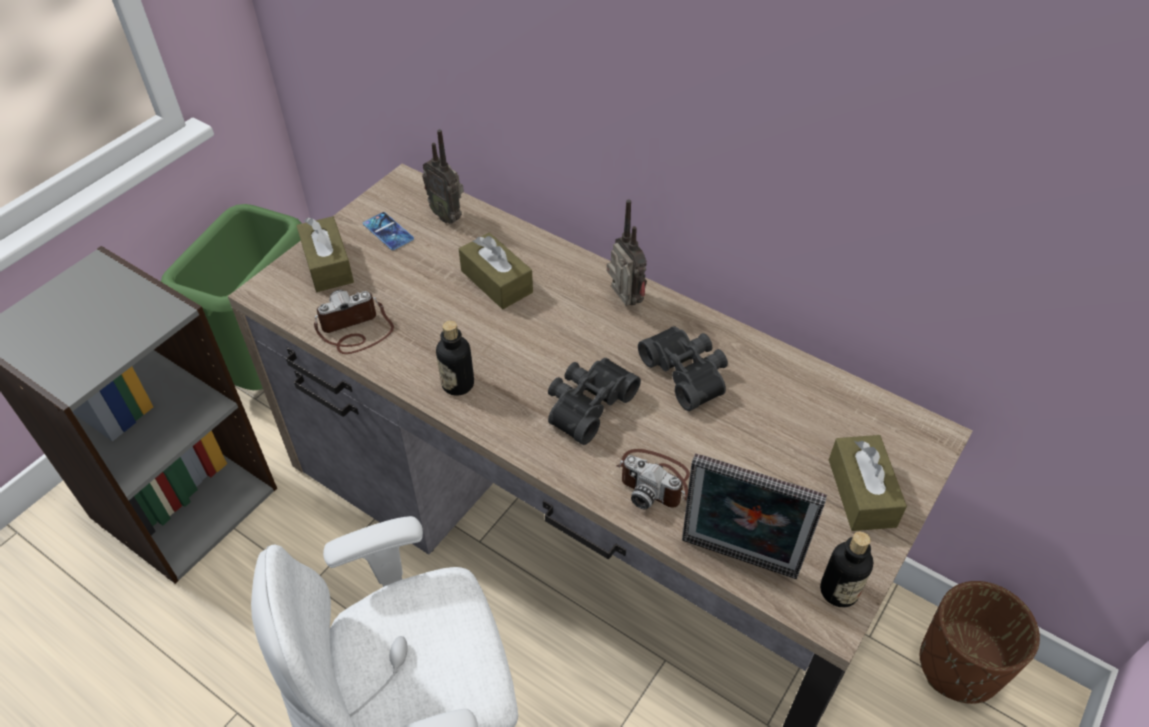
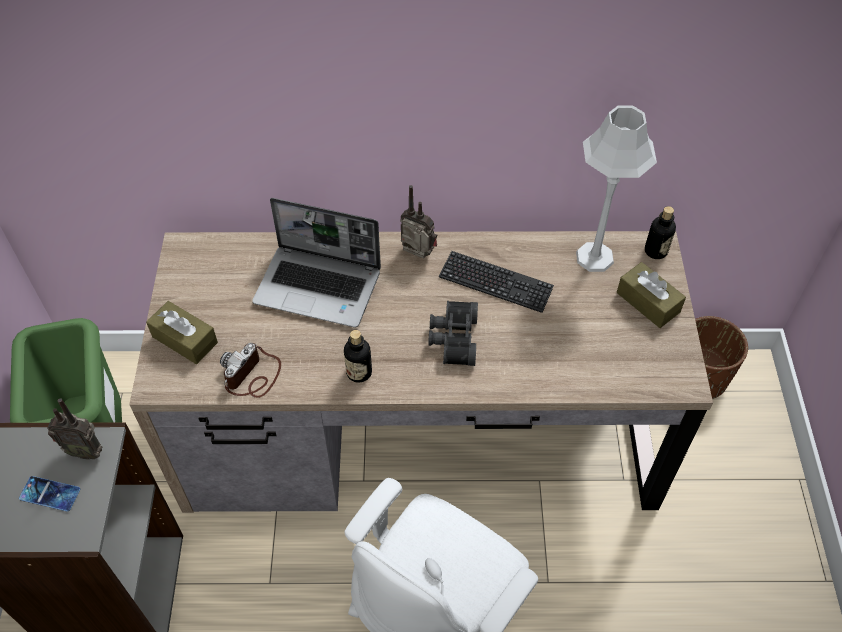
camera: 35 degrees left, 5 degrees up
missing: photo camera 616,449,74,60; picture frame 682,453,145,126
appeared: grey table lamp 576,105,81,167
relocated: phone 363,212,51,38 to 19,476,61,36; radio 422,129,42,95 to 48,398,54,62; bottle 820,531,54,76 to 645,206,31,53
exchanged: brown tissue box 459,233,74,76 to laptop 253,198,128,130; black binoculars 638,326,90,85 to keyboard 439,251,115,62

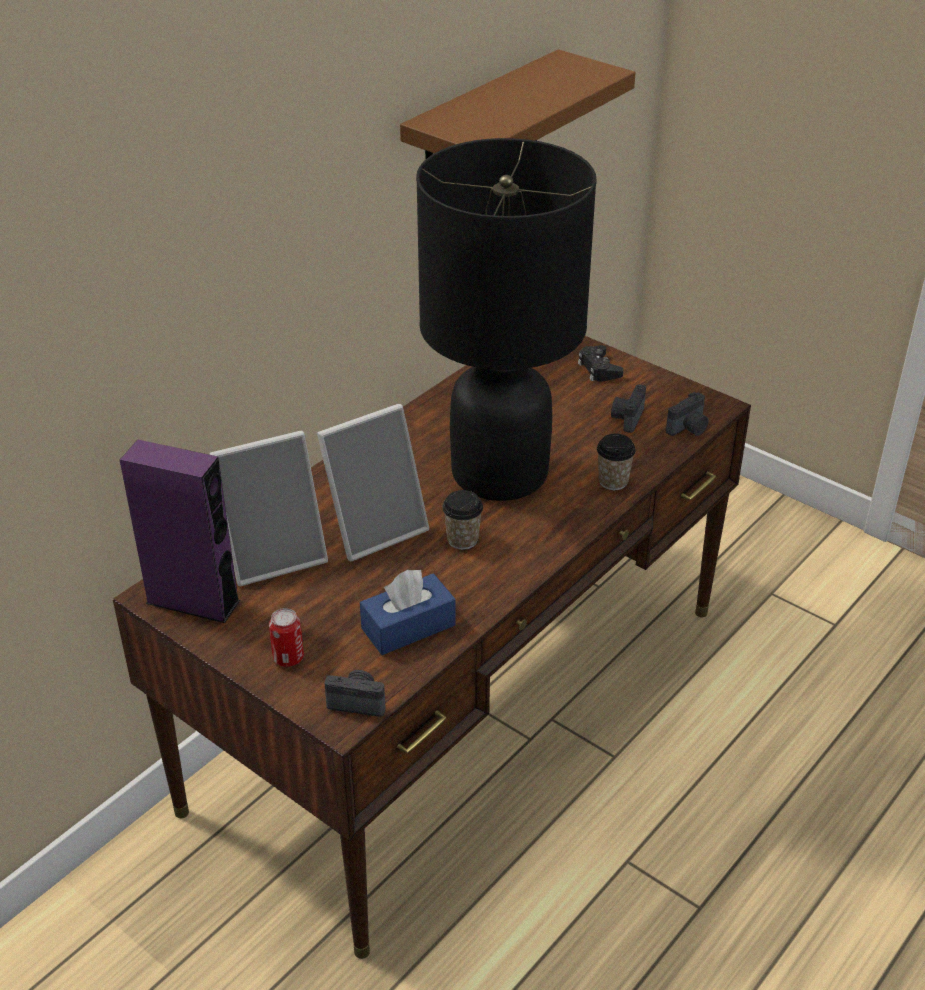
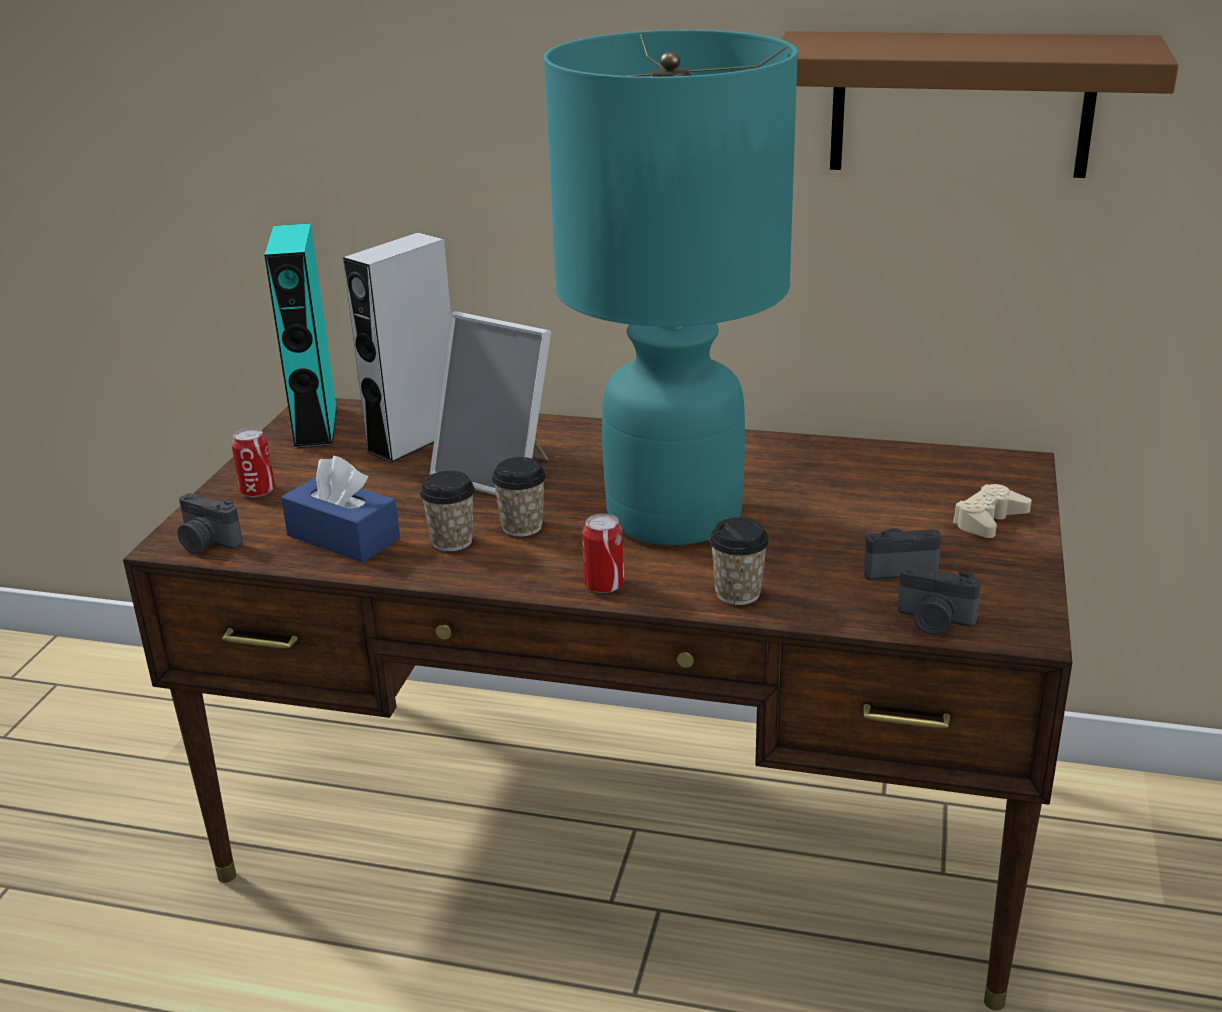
camera: 65 degrees right, 10 degrees down
appeared: cup 420,471,55,81; can 582,514,42,79
exchanged: picture frame 209,431,119,155 to grey speaker 343,232,108,231
colour: purple speaker 120,440,120,183 to turquoise speaker 264,223,73,226; black table lamp 416,138,181,363 to turquoise table lamp 543,30,255,515; black game controller 578,345,46,37 to beige game controller 953,484,79,54
spun: photo camera 324,670,62,47 = 178,493,65,61 135 degrees clockwise

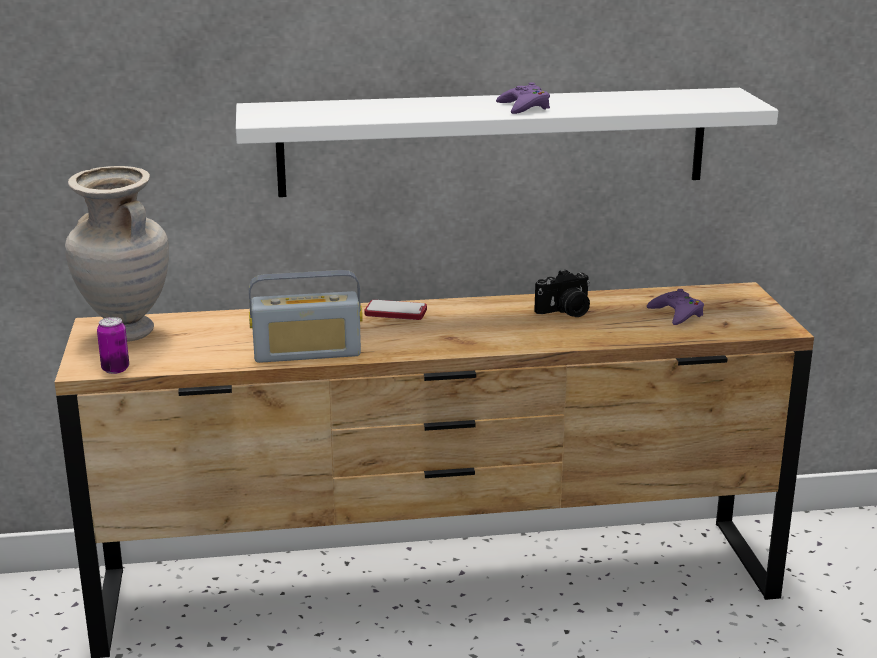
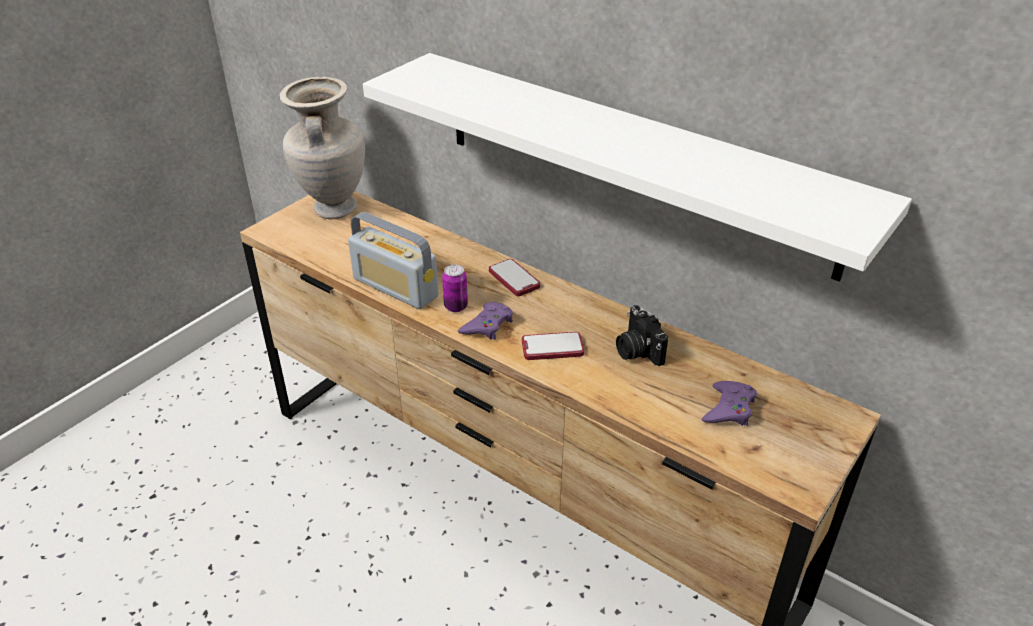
camera: 45 degrees right, 15 degrees up
appeared: phone 522,332,62,28
relocated: can 97,317,32,57 to 442,264,26,48; purple game controller 496,83,54,31 to 458,302,55,38
spun: photo camera 534,270,56,47 = 616,305,52,61 45 degrees clockwise

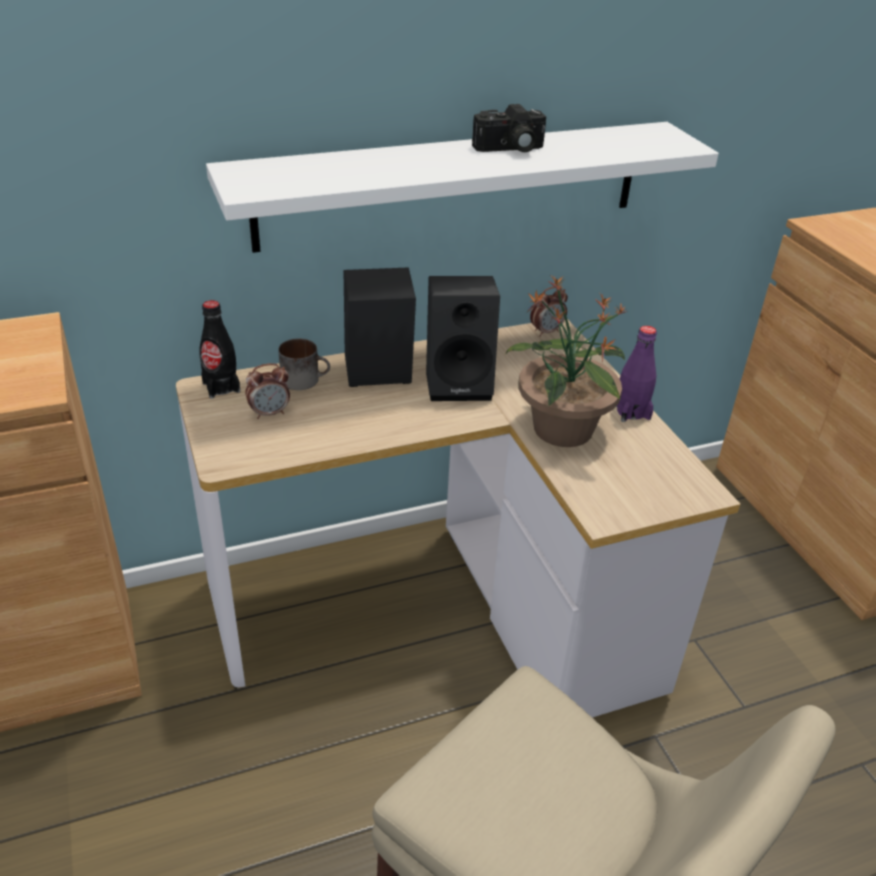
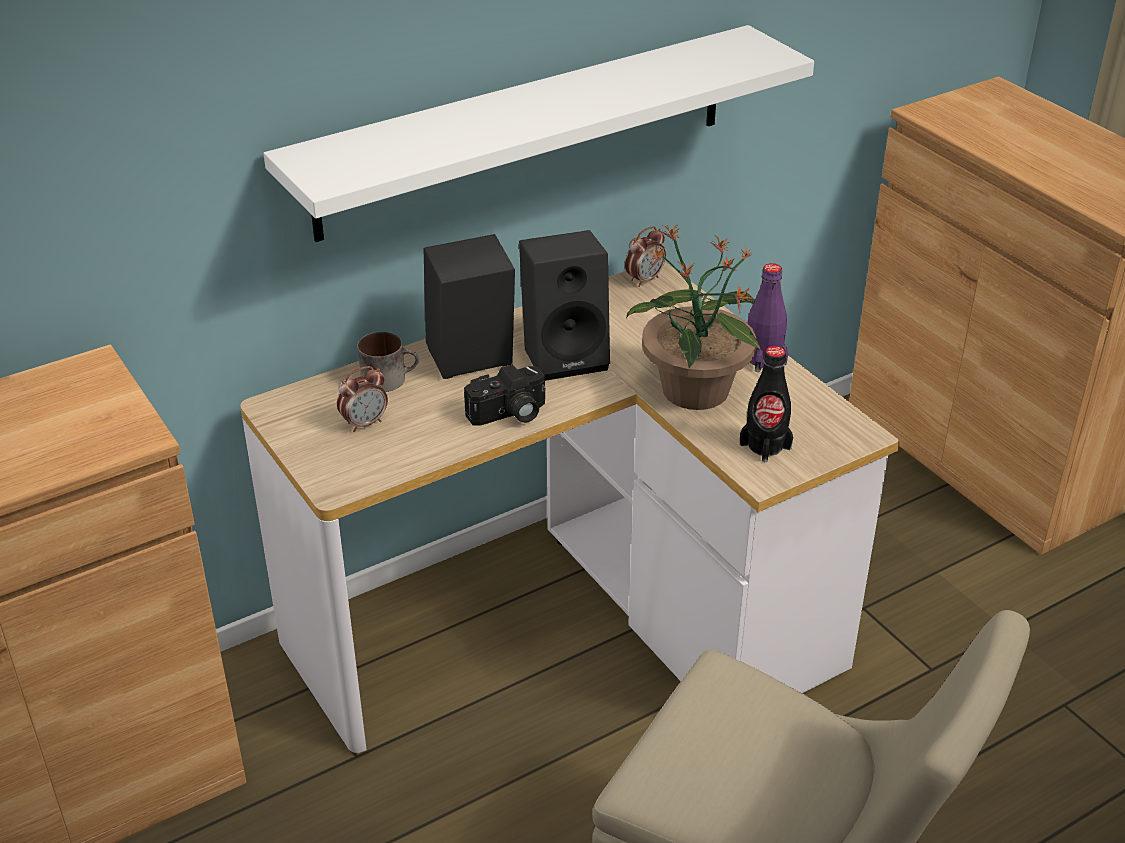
camera: 10 degrees left, 0 degrees up
relocated: black bottle 199,300,41,99 to 740,346,53,116; photo camera 472,104,74,48 to 464,364,82,62

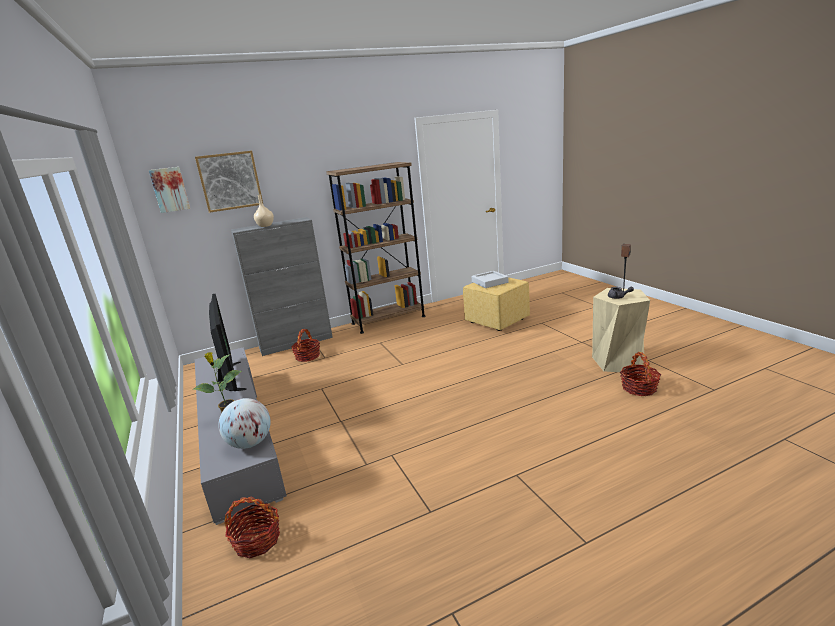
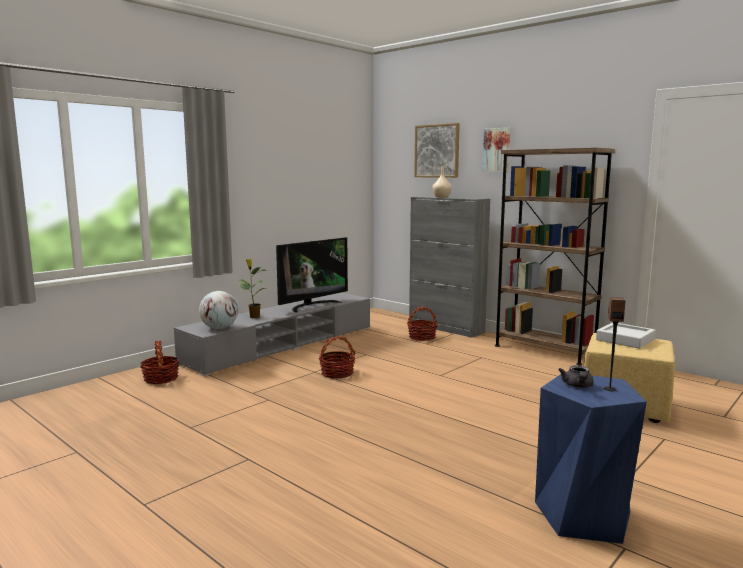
camera: 65 degrees right, 10 degrees down
relocated: picture 149,167,41,46 to 482,128,28,43; basket 620,352,41,44 to 319,336,36,43
colour: beige stool 592,288,58,85 to blue stool 535,374,112,170

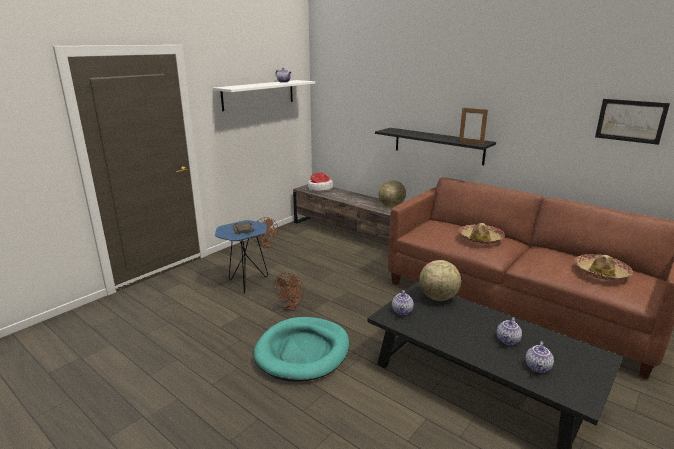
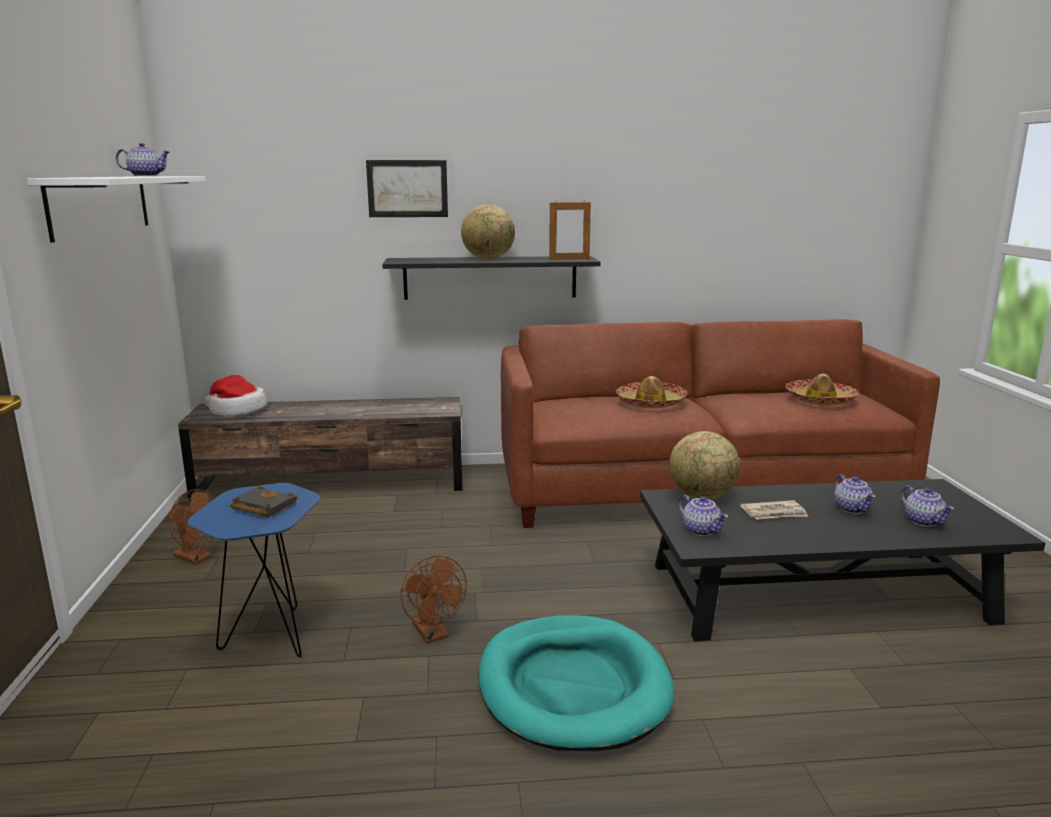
camera: 45 degrees left, 5 degrees down
appeared: newspaper 740,500,68,20
relocated: globe 379,180,27,27 to 461,204,54,56; picture 595,99,75,46 to 366,160,82,57

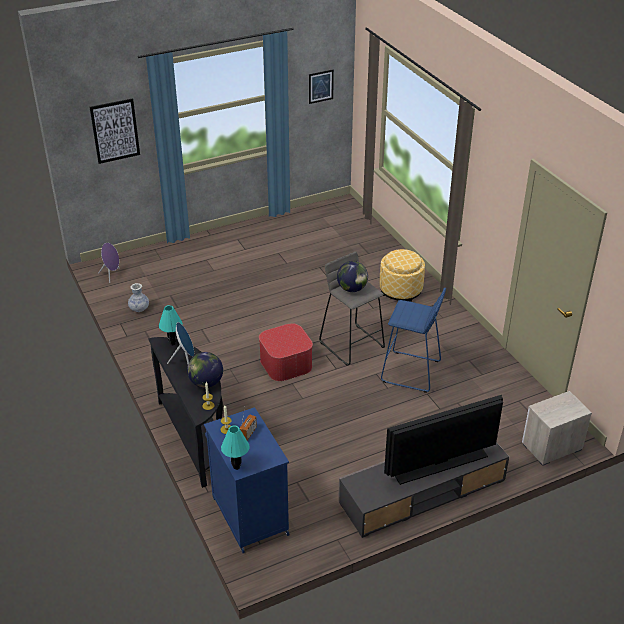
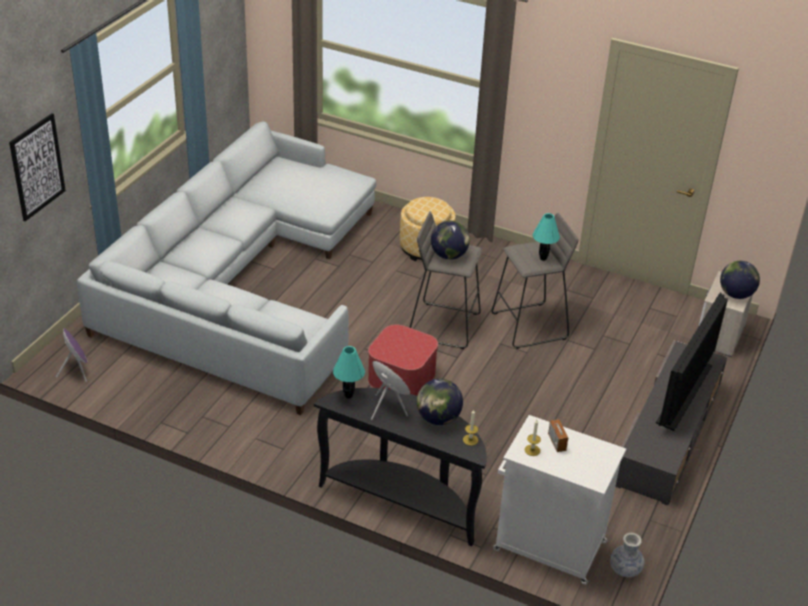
camera: 40 degrees left, 0 degrees up
missing: picture 309,69,25,35
appeared: grey sofa 77,121,299,294; globe 720,261,40,38
relocated: vase 128,283,21,29 to 610,532,34,45; turquoise table lamp 221,425,29,45 to 533,213,27,48
colour: blue cabinet 204,407,85,146 to white cabinet 493,415,133,170; blue stool 381,288,65,105 to grey stool 491,213,87,136

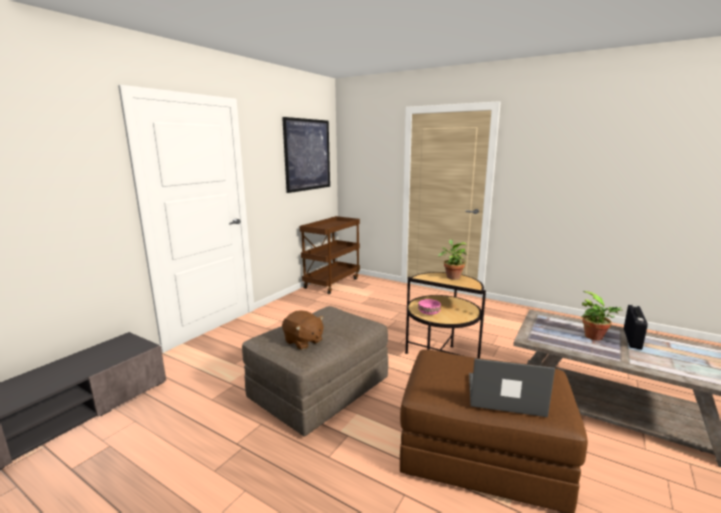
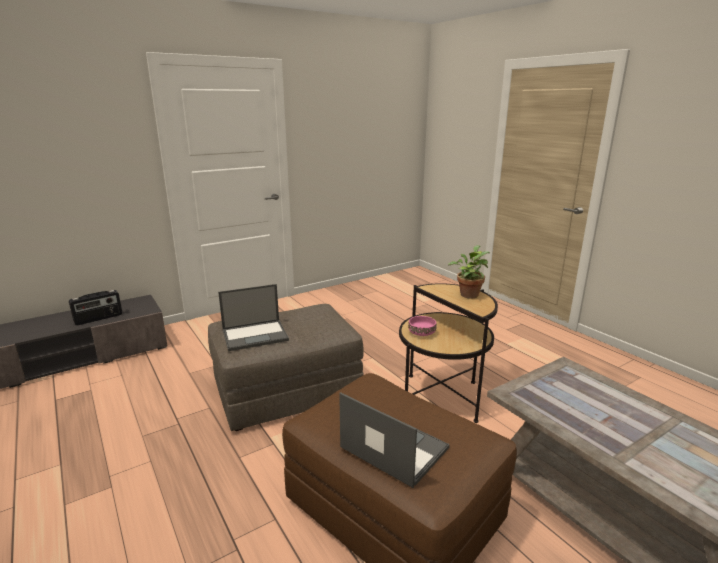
camera: 25 degrees right, 5 degrees up
missing: picture 282,117,48,76; brown cart 300,216,60,78; potted plant 581,291,41,50
relocated: radio 624,305,24,45 to 69,290,53,35
exchanged: brown plush toy 282,310,42,40 to laptop 218,284,71,67

